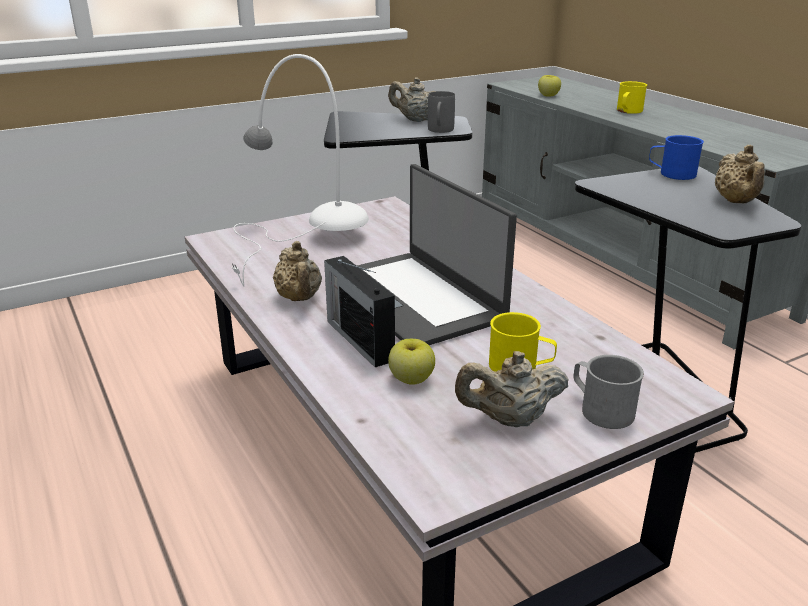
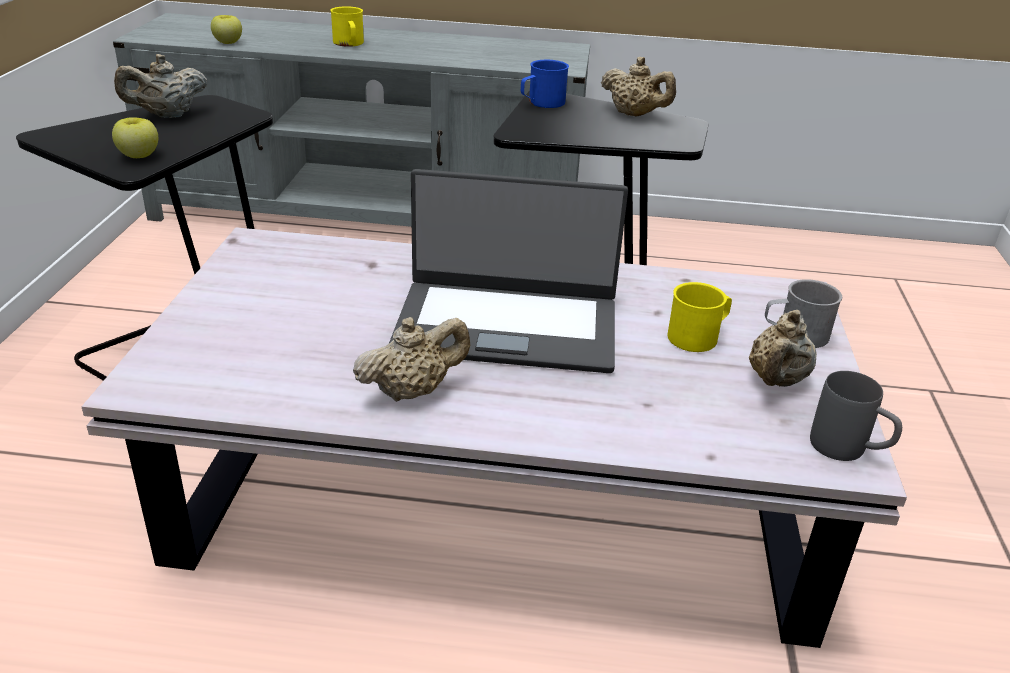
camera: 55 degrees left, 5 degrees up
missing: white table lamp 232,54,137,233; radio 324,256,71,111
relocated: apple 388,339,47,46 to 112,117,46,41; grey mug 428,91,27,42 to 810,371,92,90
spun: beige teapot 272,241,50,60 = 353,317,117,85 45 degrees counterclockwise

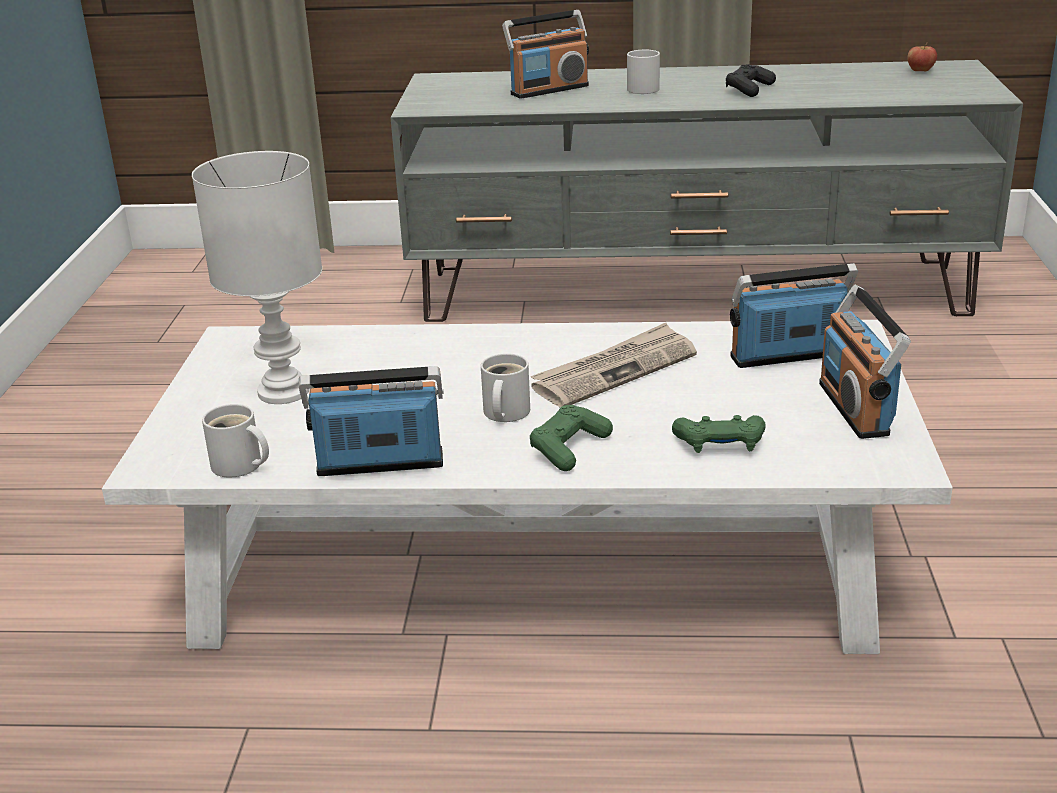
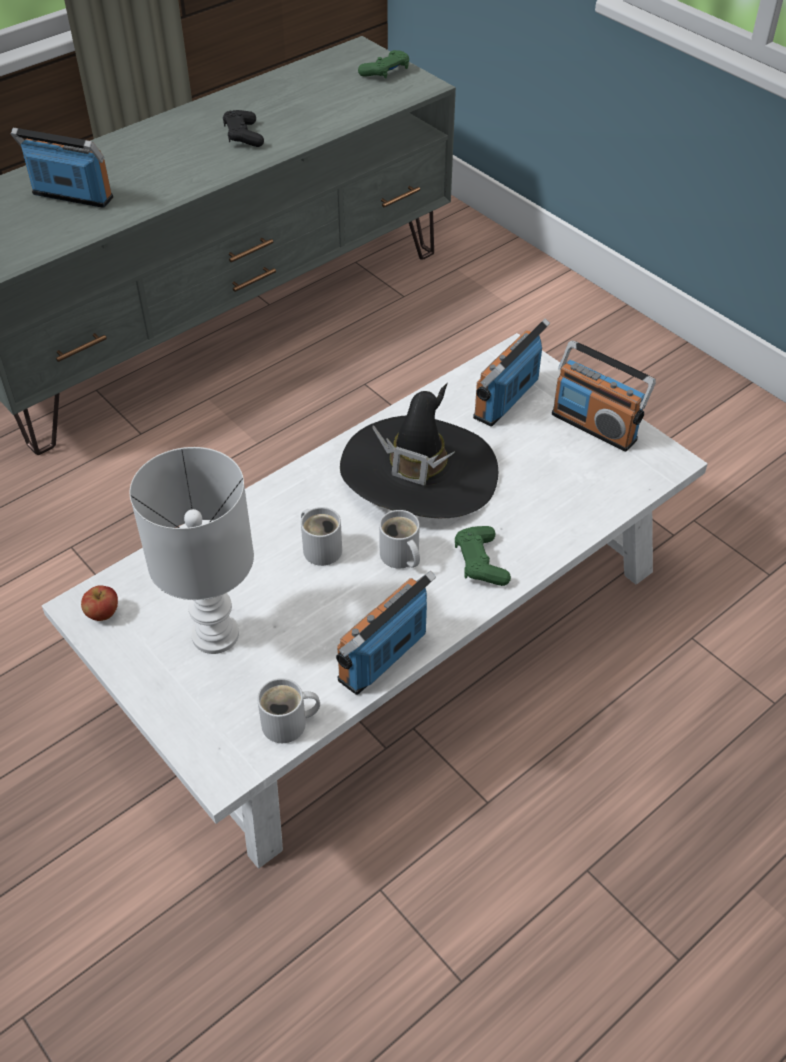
camera: 45 degrees left, 20 degrees up
relocated: white mug 627,50,33,44 to 301,507,41,59; green game controller 672,415,94,38 to 358,50,51,29; apple 907,43,30,29 to 81,585,37,36
exchanged: newspaper 531,323,166,85 to black hat 340,383,158,135
spun: radio 502,10,87,89 = 11,128,102,80 90 degrees counterclockwise

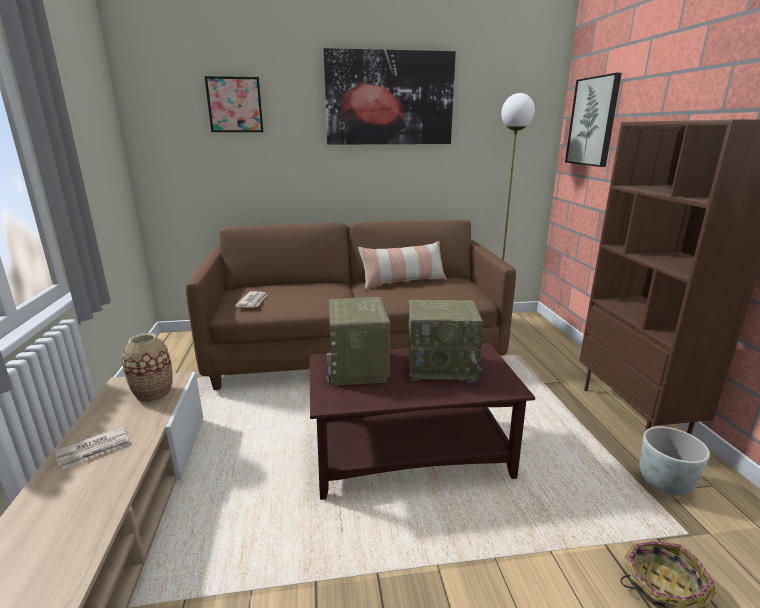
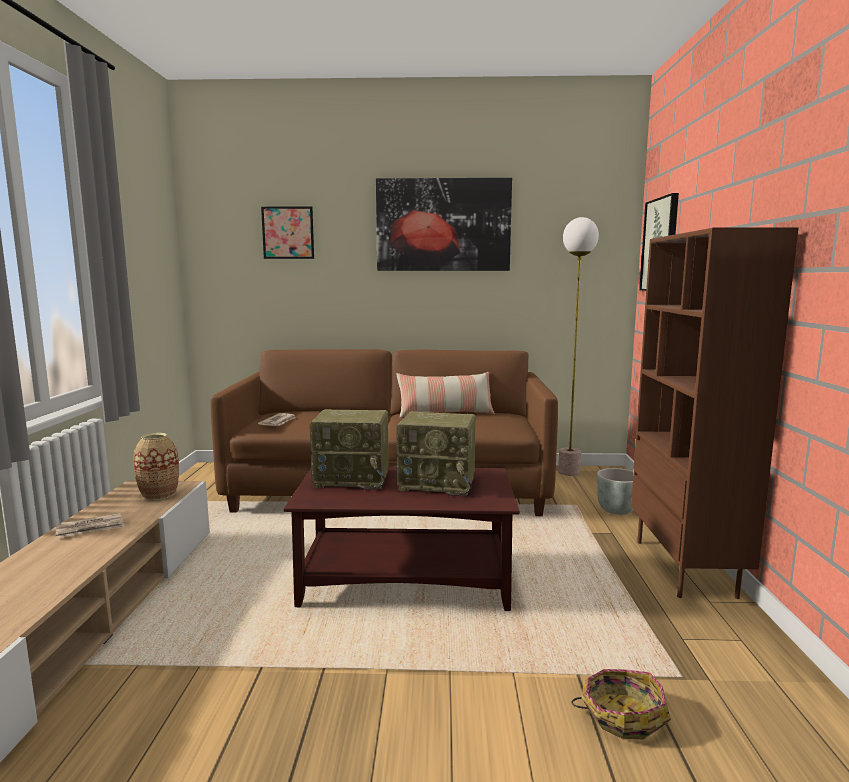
camera: 10 degrees right, 10 degrees down
relocated: grey planter 640,426,70,70 to 597,468,36,47
spun: radio 326,297,64,89 = 310,409,79,81 90 degrees counterclockwise

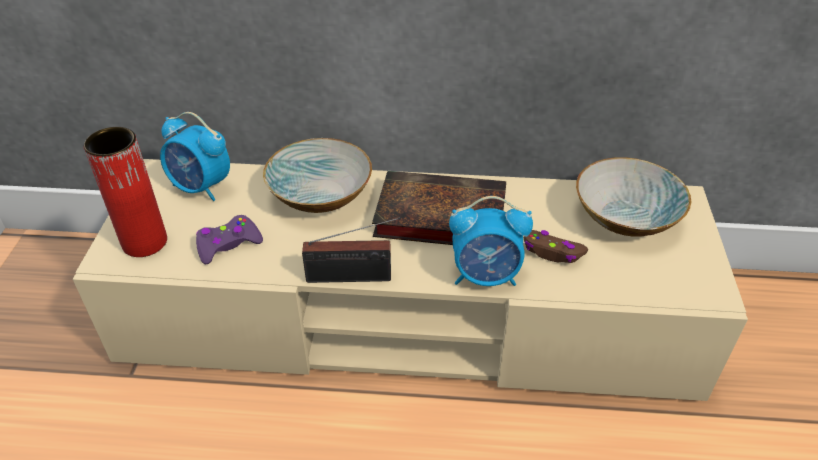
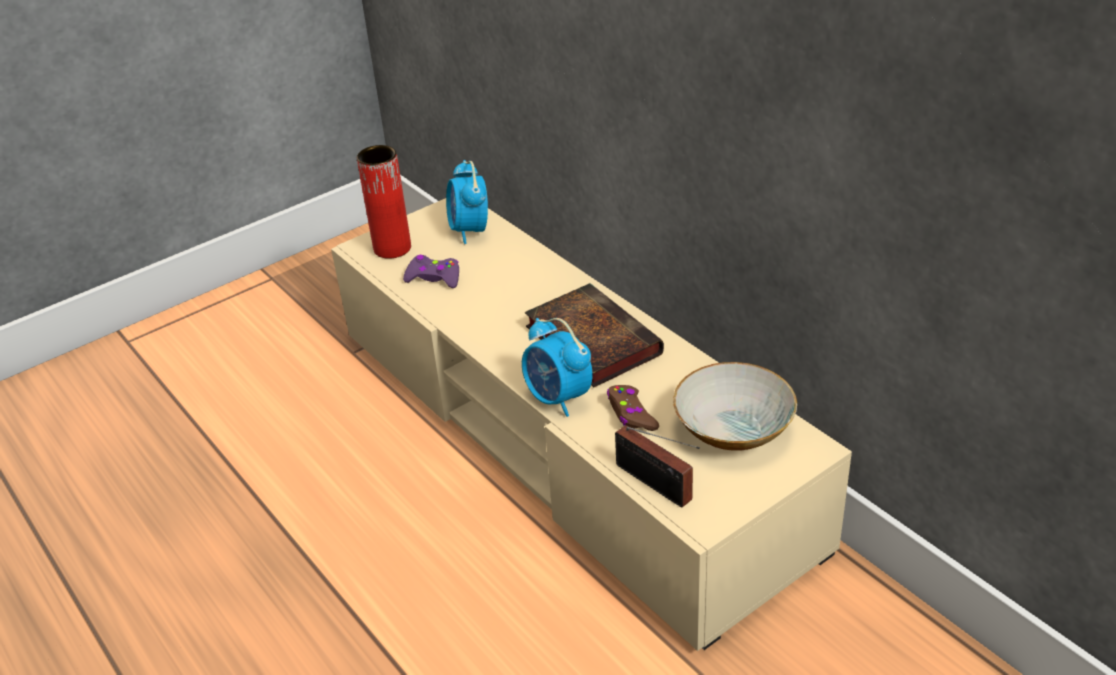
camera: 50 degrees right, 5 degrees down
missing: bowl 263,138,109,75
relocated: radio 302,217,99,66 to 615,425,85,83

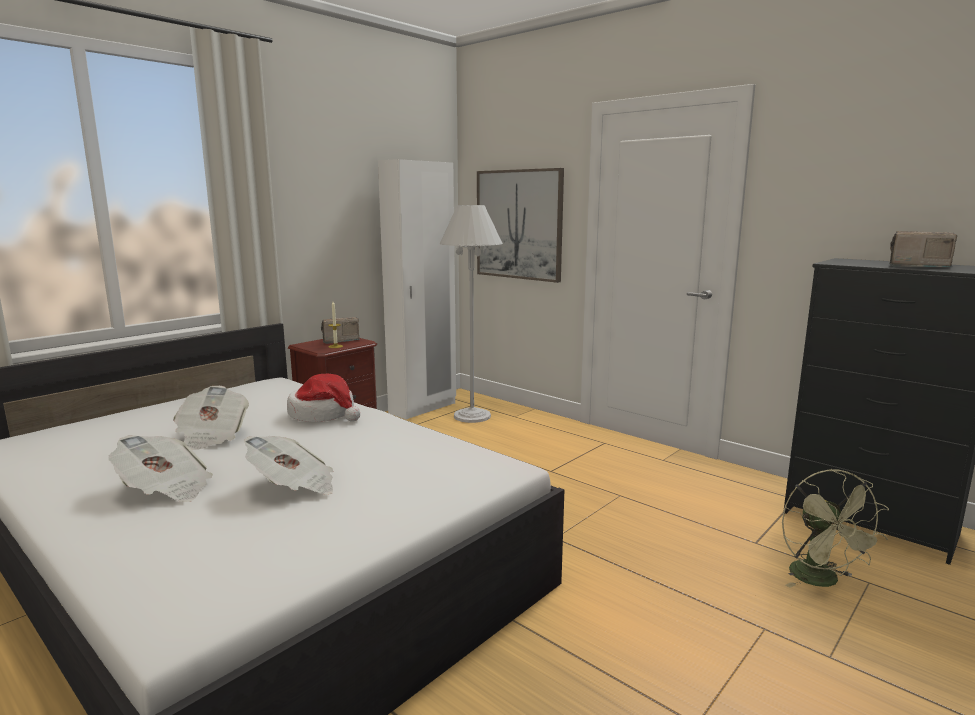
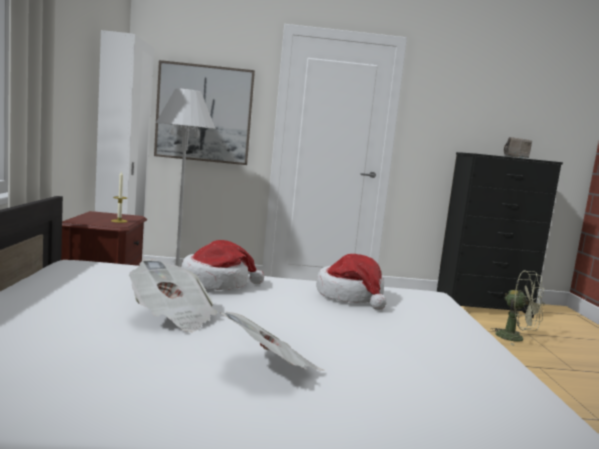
camera: 45 degrees left, 5 degrees down
missing: newspaper 244,436,89,59; radio 321,317,39,27
appeared: hat 316,254,70,56

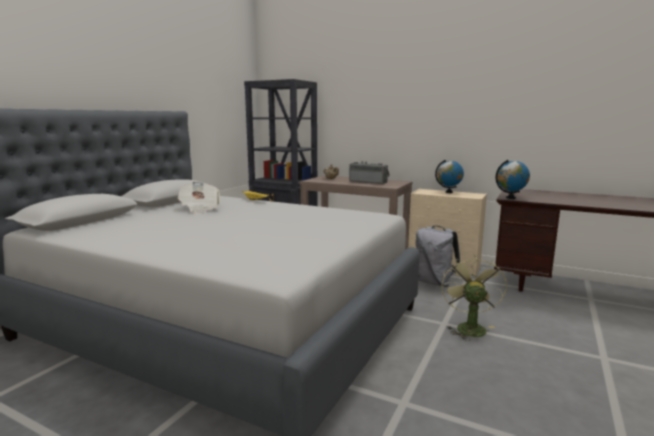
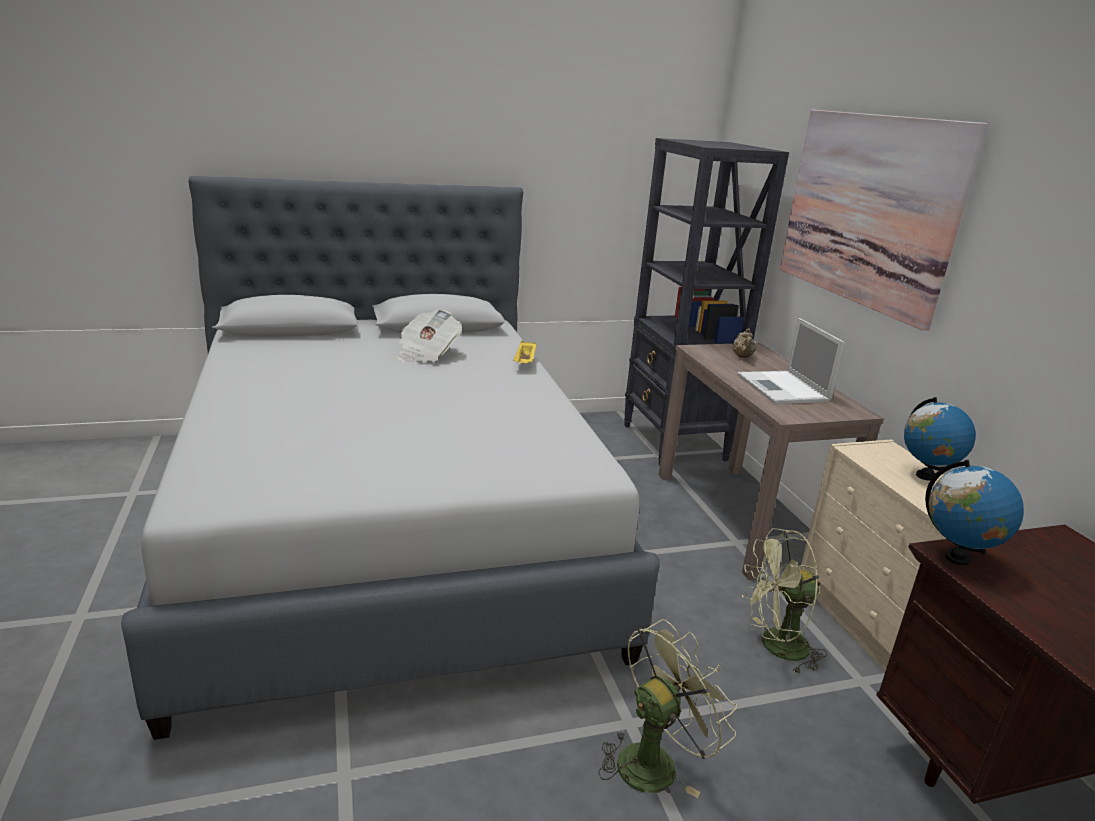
camera: 45 degrees right, 10 degrees up
appeared: picture 780,110,208,220
exchanged: radio 349,161,41,23 to laptop 737,318,108,86; grey backpack 416,226,44,61 to green fan 742,528,85,146

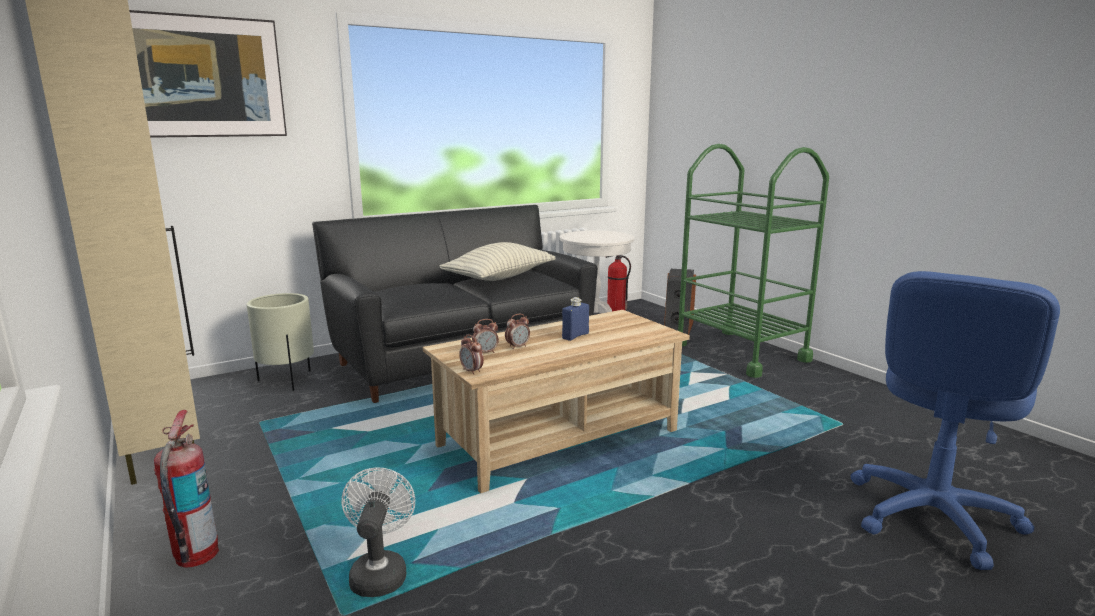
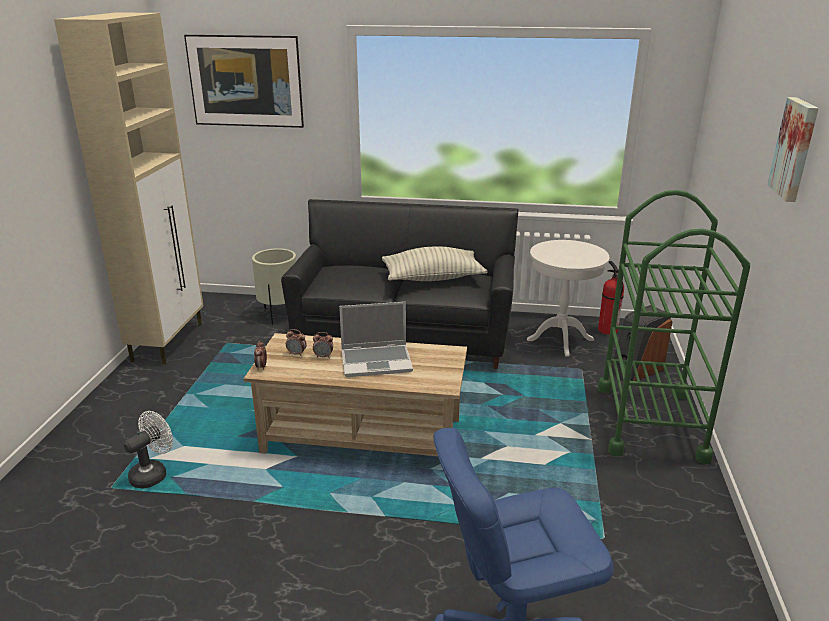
camera: 40 degrees right, 10 degrees up
missing: fire extinguisher 154,410,65,157
appeared: picture 767,97,52,105
exchanged: blue bottle 562,297,27,44 to laptop 339,302,74,75

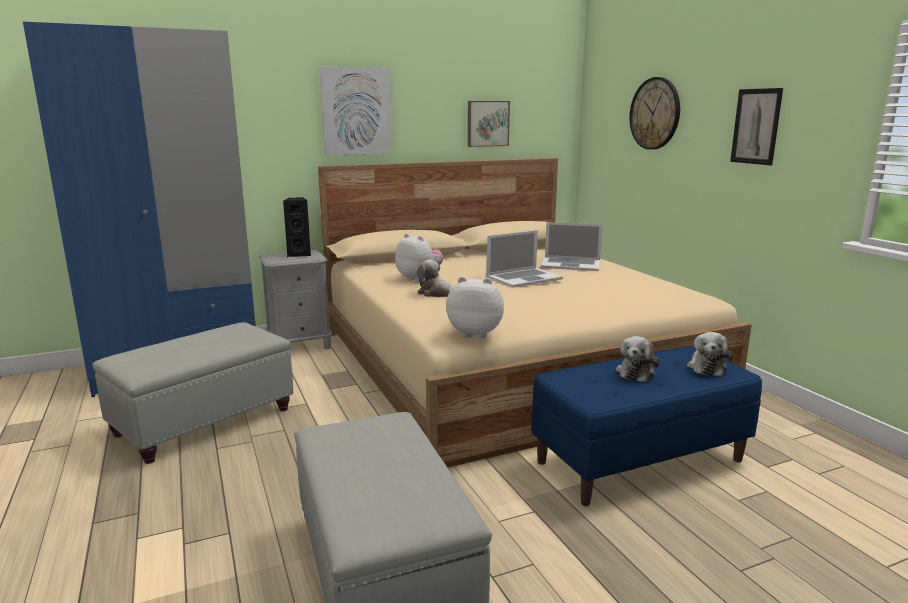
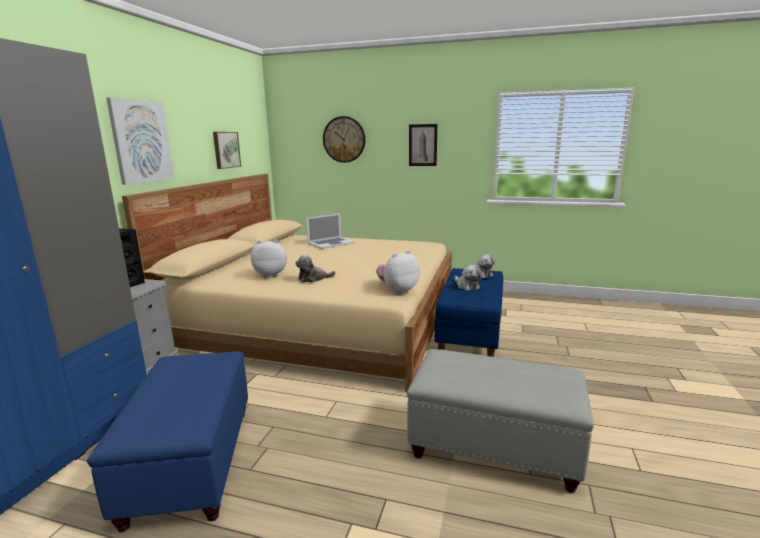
camera: 50 degrees left, 0 degrees up
missing: laptop 487,230,76,58
colour: grey ottoman 92,322,201,142 to blue ottoman 87,351,161,181

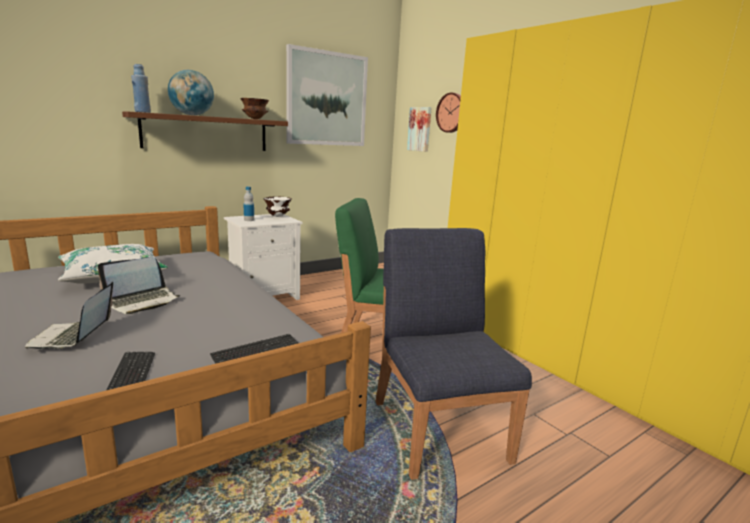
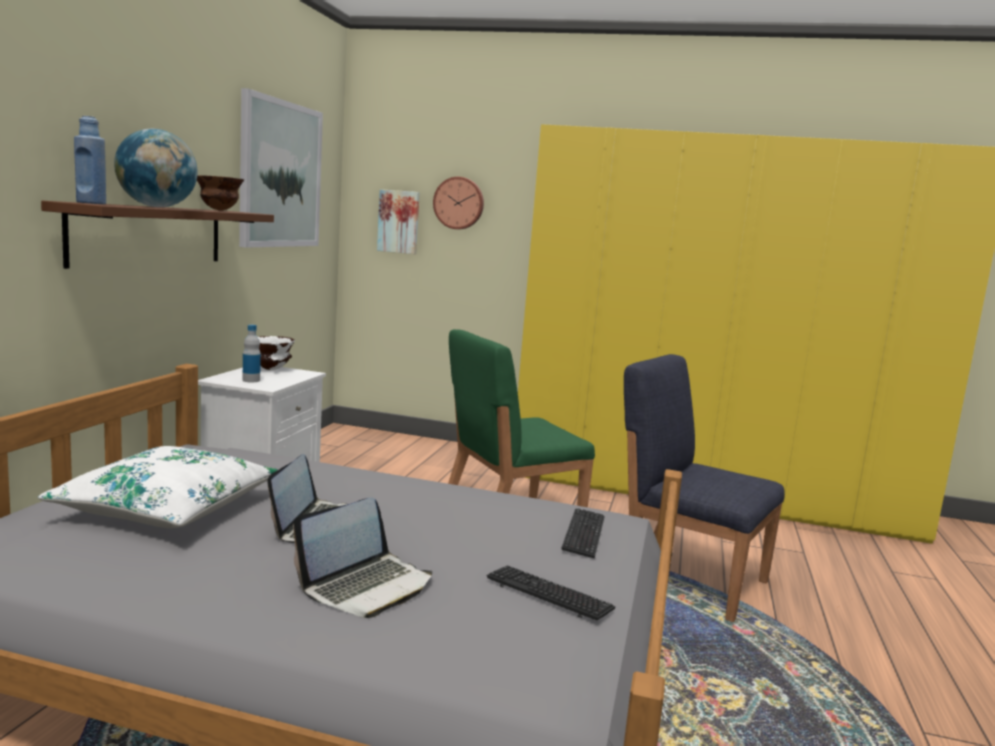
camera: 40 degrees left, 5 degrees down
spun: laptop 25,281,88,69 = 293,497,139,121 90 degrees counterclockwise

